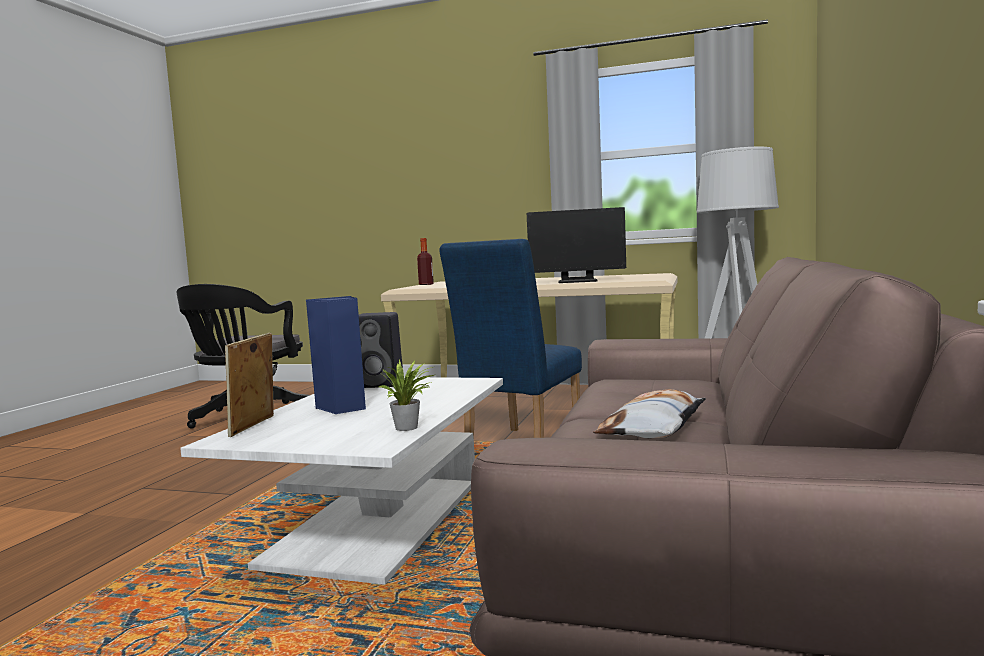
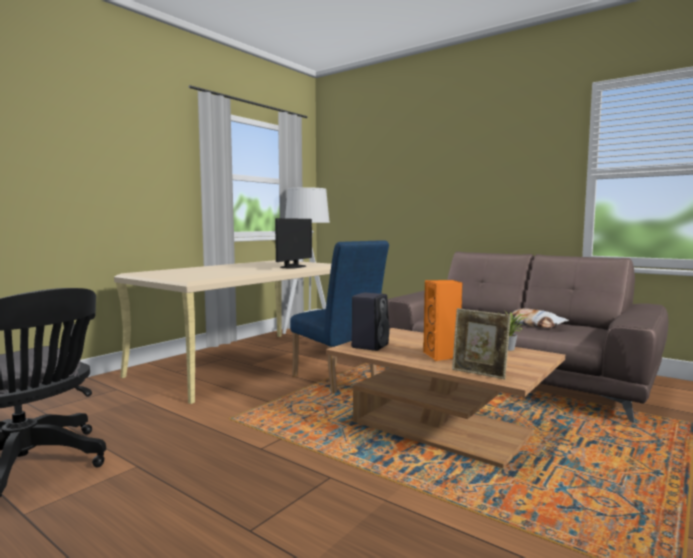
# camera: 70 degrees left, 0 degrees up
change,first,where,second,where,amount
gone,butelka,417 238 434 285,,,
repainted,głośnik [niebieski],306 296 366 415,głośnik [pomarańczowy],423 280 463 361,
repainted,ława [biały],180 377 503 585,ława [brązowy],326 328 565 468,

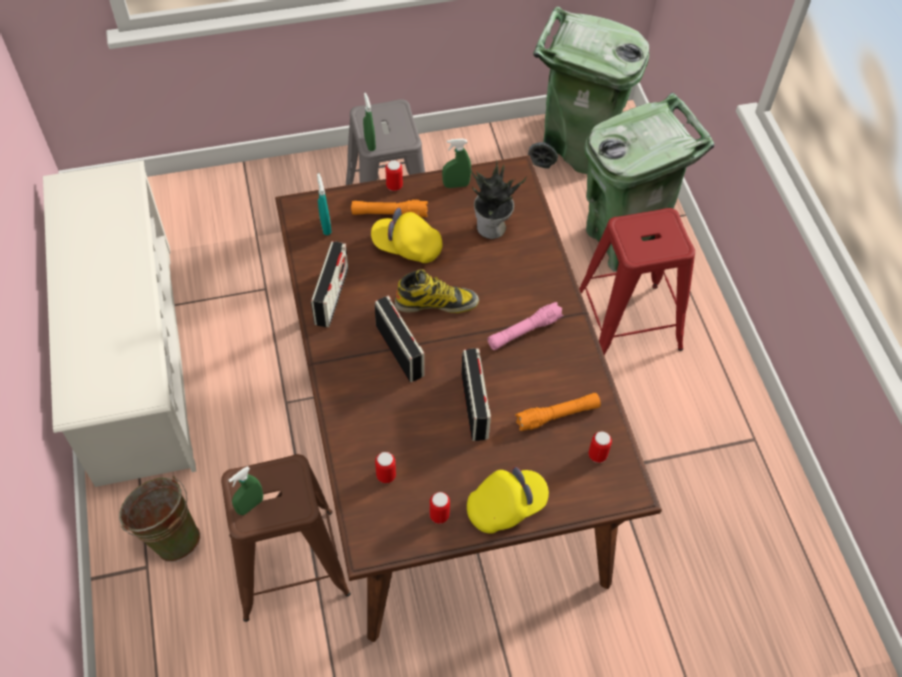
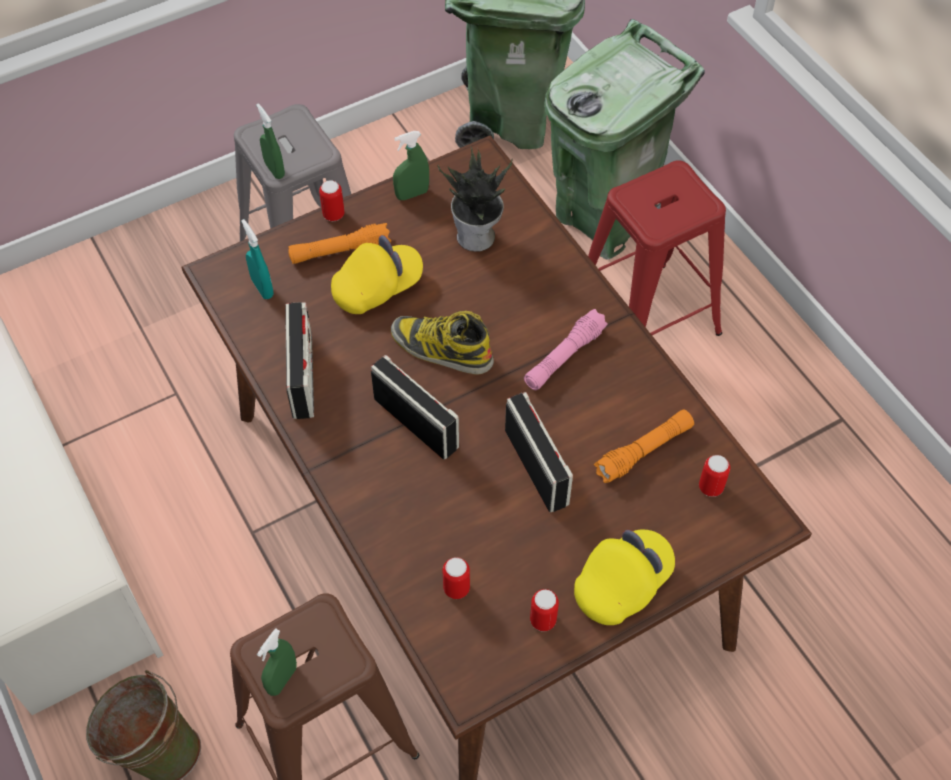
# camera: 15 degrees left, 0 degrees up
change,first,where,second,where,amount
rotated,czapka z daszkiem [żółty],371 208 442 263,,331 235 423 314,150 degrees clockwise
rotated,but z cholewką,395 269 479 313,,391 311 494 375,135 degrees counterclockwise

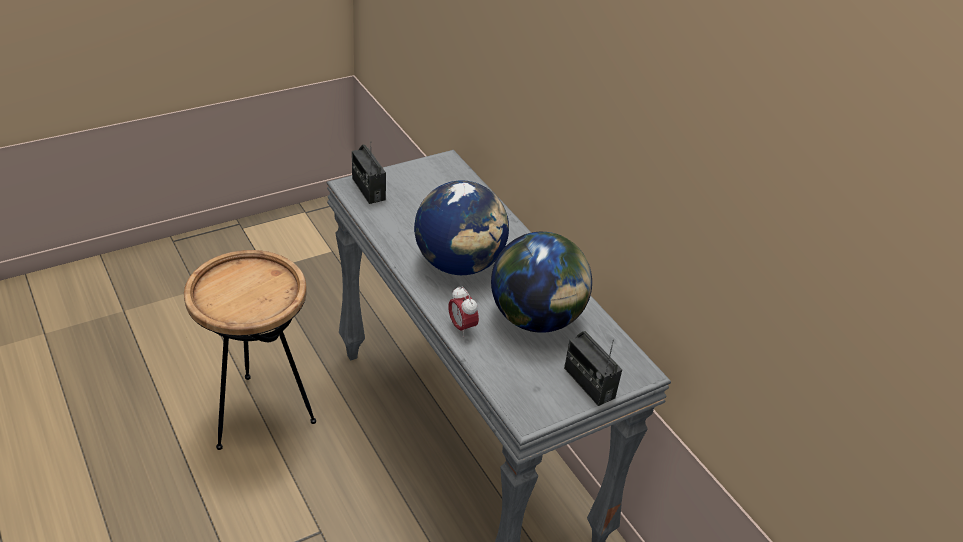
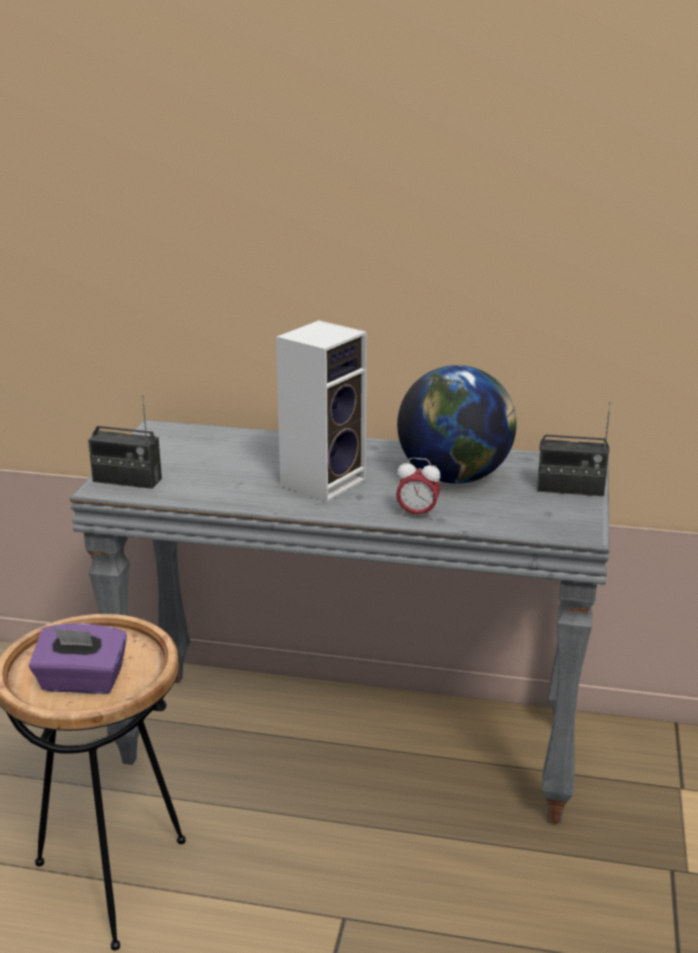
# camera: 45 degrees left, 15 degrees down
change,first,where,second,where,amount
swapped,globus,414 180 509 275,głośnik,276 320 367 502,
new,,,pudełko chusteczek [fioletowy],29 624 127 694,

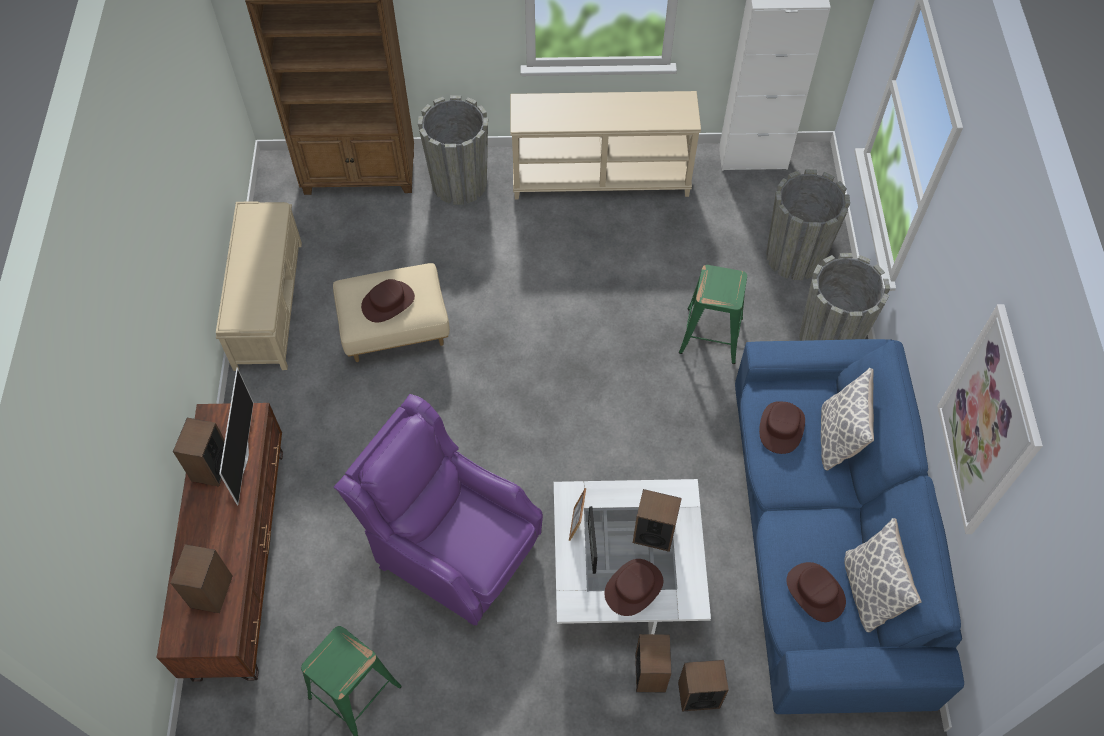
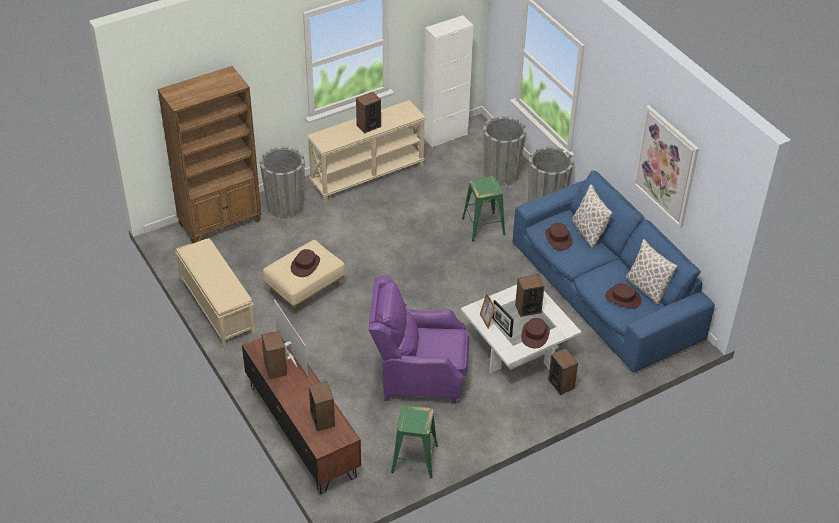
# camera: 30 degrees left, 15 degrees down
change,first,where,second,where,amount
shifted,głośnik,678 660 729 712,,356 92 381 133,

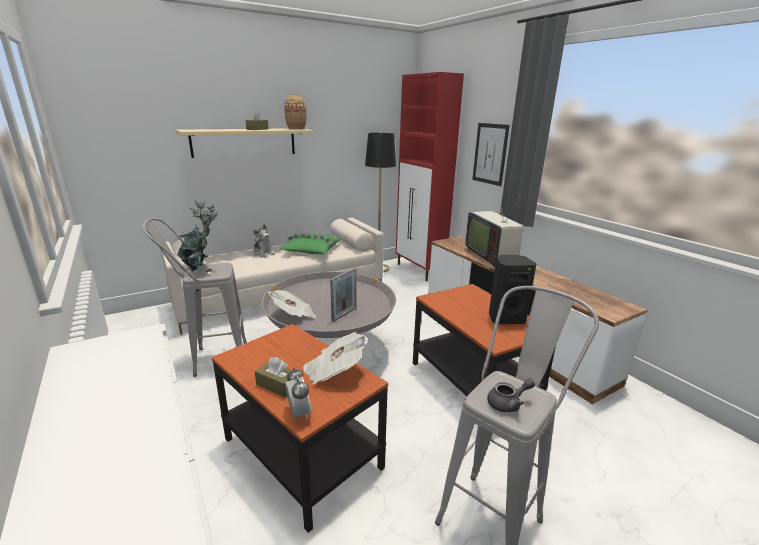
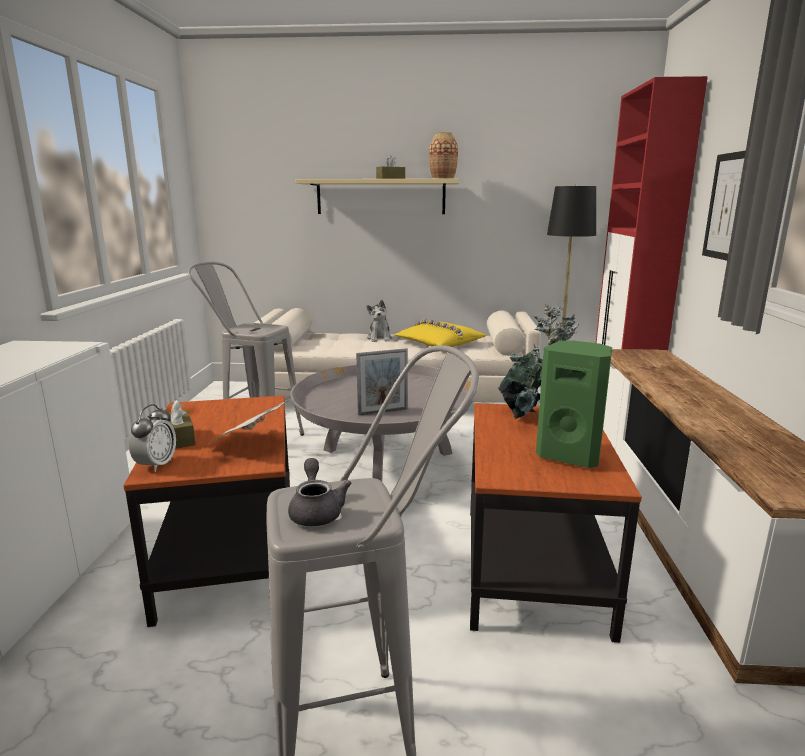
# camera: 35 degrees right, 5 degrees down
change,first,where,second,where,amount
gone,telewizor,465 189 524 268,,,
shifted,roślina doniczkowa,177 200 219 272,,498 304 579 419,
repainted,poduszka [zielony],279 233 342 254,poduszka [żółty],394 319 487 347,
repainted,głośnik [czarny],489 255 537 324,głośnik [zielony],536 341 612 468,
gone,gazeta,268 290 316 318,,,
rotated,imbryk [szary],487 378 535 413,,288 458 351 527,120 degrees counterclockwise

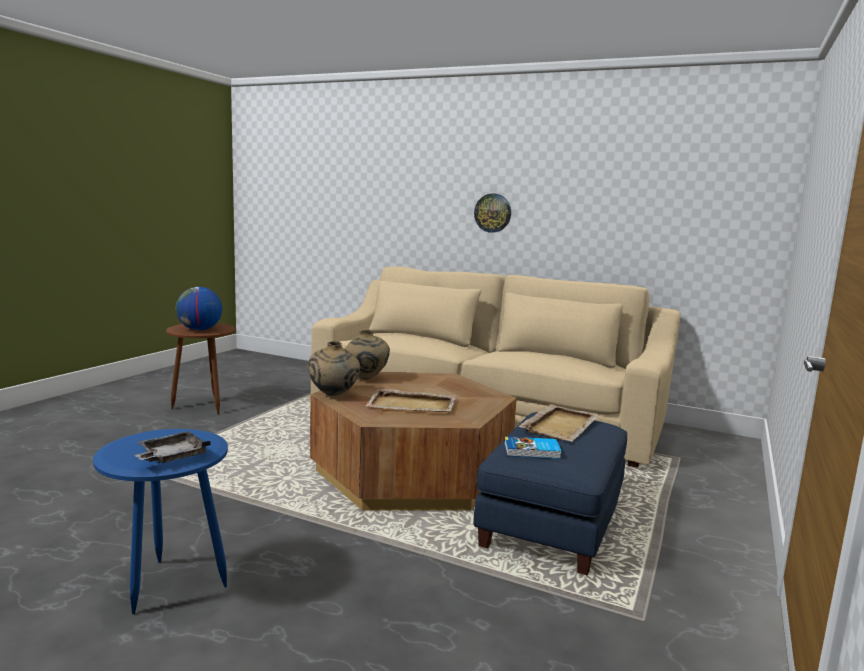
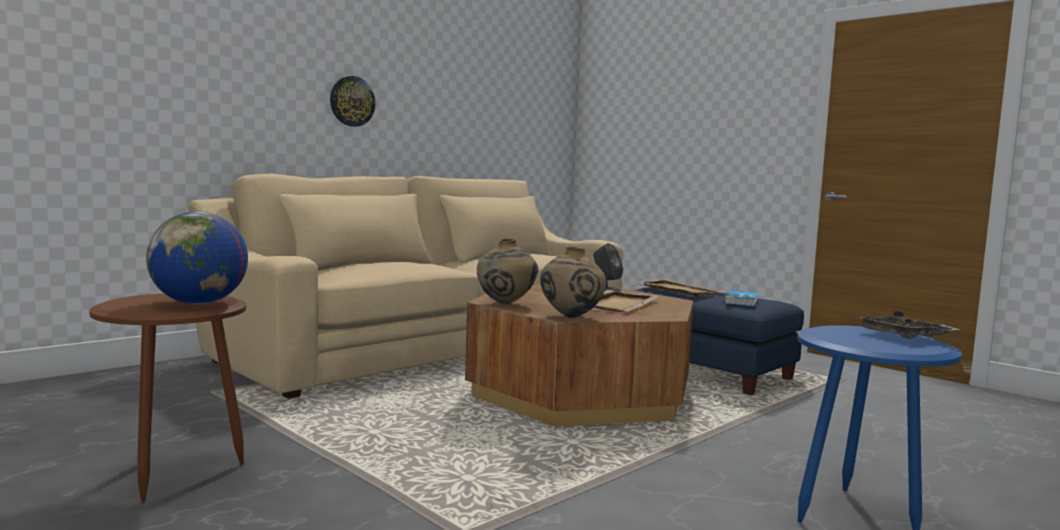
# camera: 70 degrees left, 5 degrees down
change,first,where,second,where,amount
new,,,głośnik [szary],593 243 623 292,

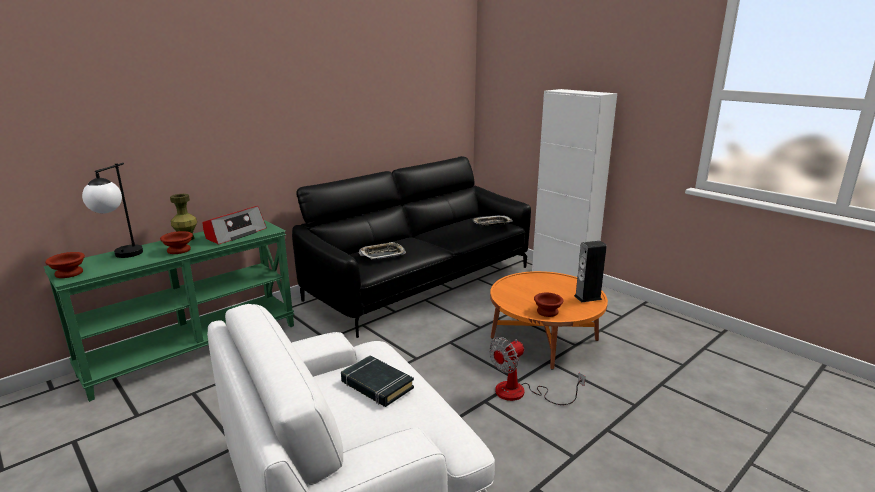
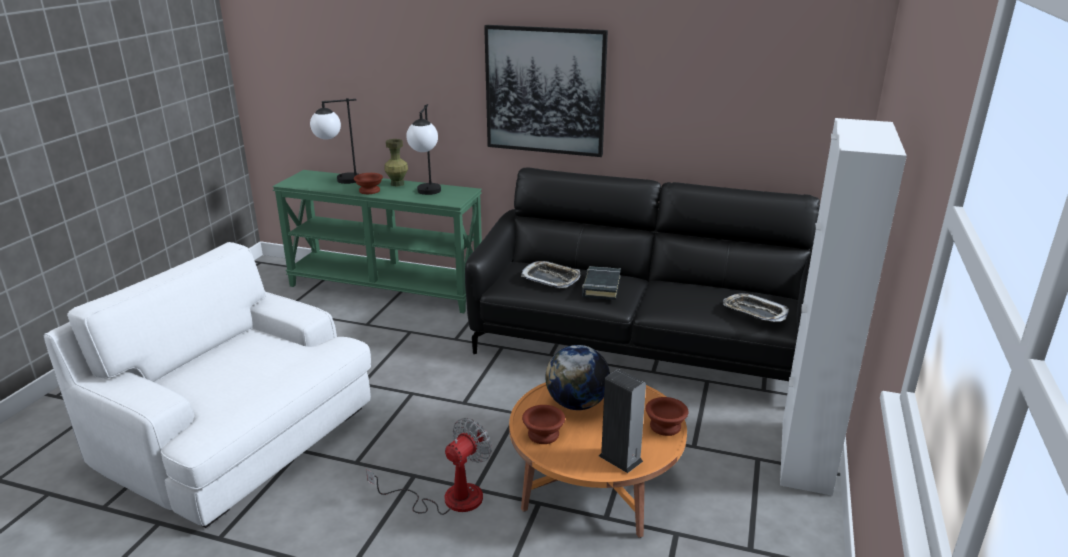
# camera: 60 degrees right, 5 degrees up
change,first,where,second,where,amount
swapped,radio,202 206 267 245,lampa stołowa,406 104 441 195,
shifted,miska [brązowy],45 252 85 278,,646 397 689 436,
rotated,wentylator,489 337 585 405,,366 418 492 515,105 degrees clockwise
shifted,książka [czarny],341 356 414 407,,582 266 621 300,
new,,,obraz,484 25 608 157,
new,,,globus,545 345 610 410,

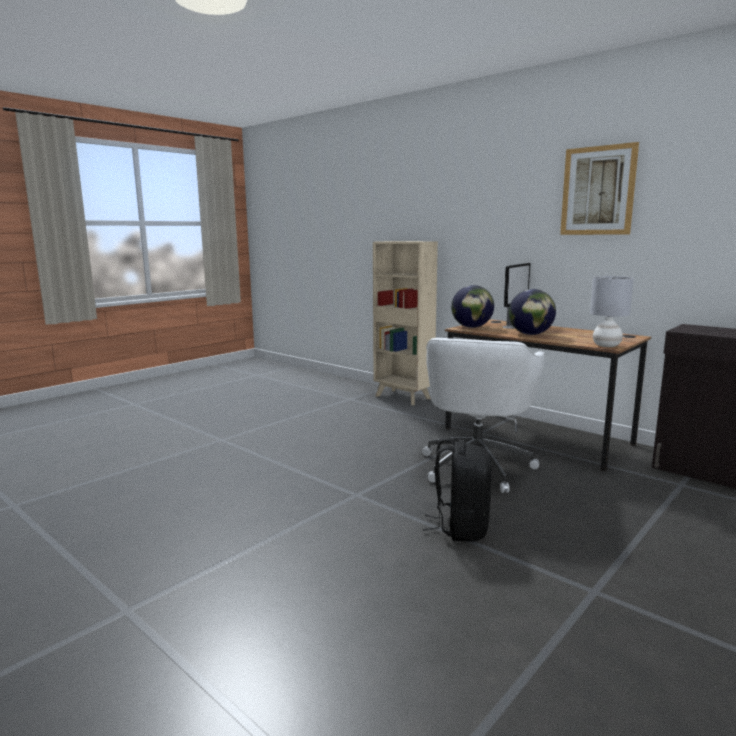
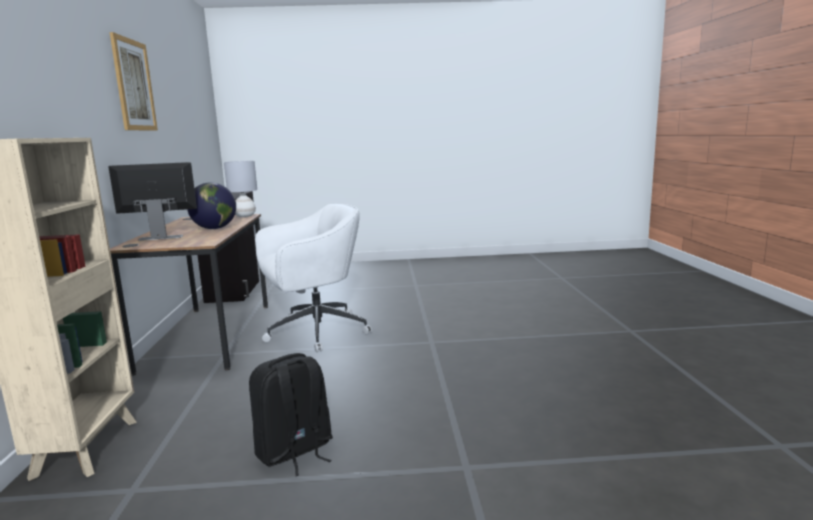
# camera: 135 degrees left, 0 degrees up
change,first,where,second,where,amount
gone,globus,451 285 494 328,,,
shifted,plecak [czarny],423 437 492 542,,249 353 333 476,

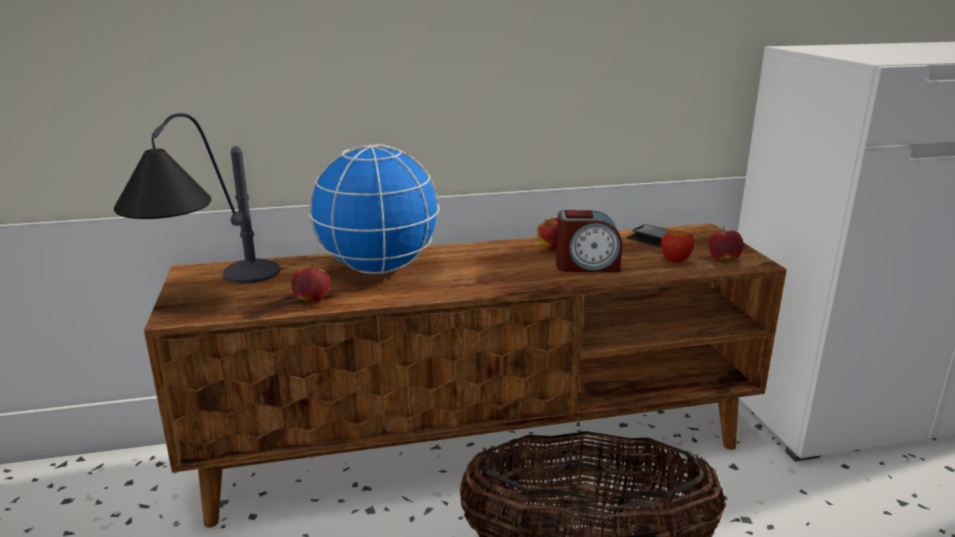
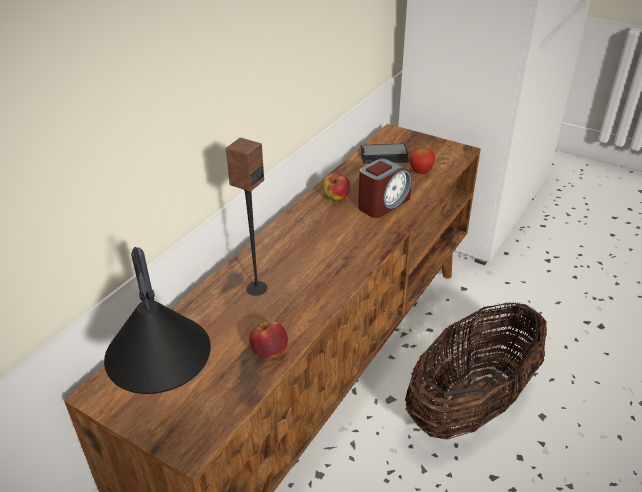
# camera: 45 degrees left, 15 degrees up
change,first,where,second,where,amount
swapped,globus,309 144 440 274,głośnik,225 138 267 296,
gone,jabłko,708 227 744 261,,,

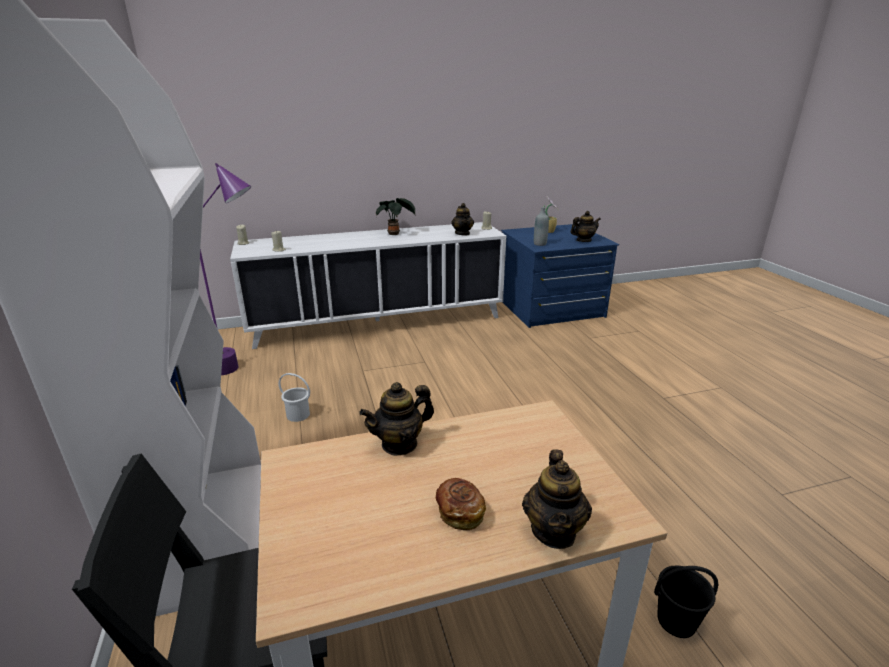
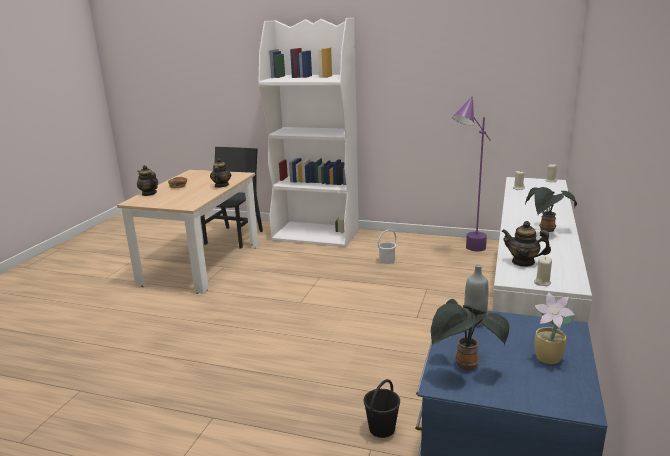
# camera: 125 degrees right, 5 degrees down
change,first,where,second,where,amount
swapped,imbryk,571 211 601 242,roślina doniczkowa,431 299 509 370,
shifted,wiadro [czarny],654 565 718 638,,363 379 400 438,

